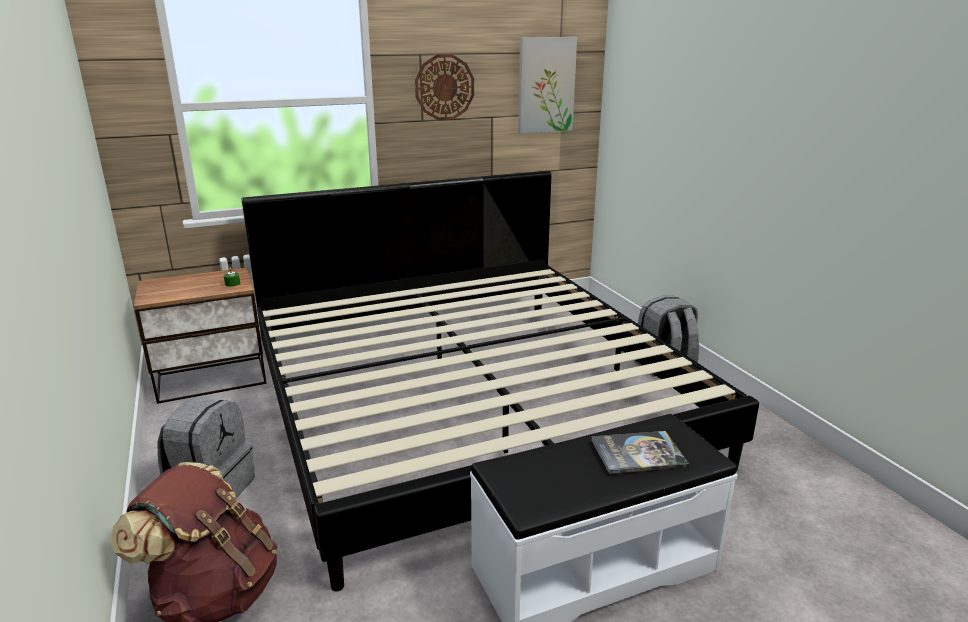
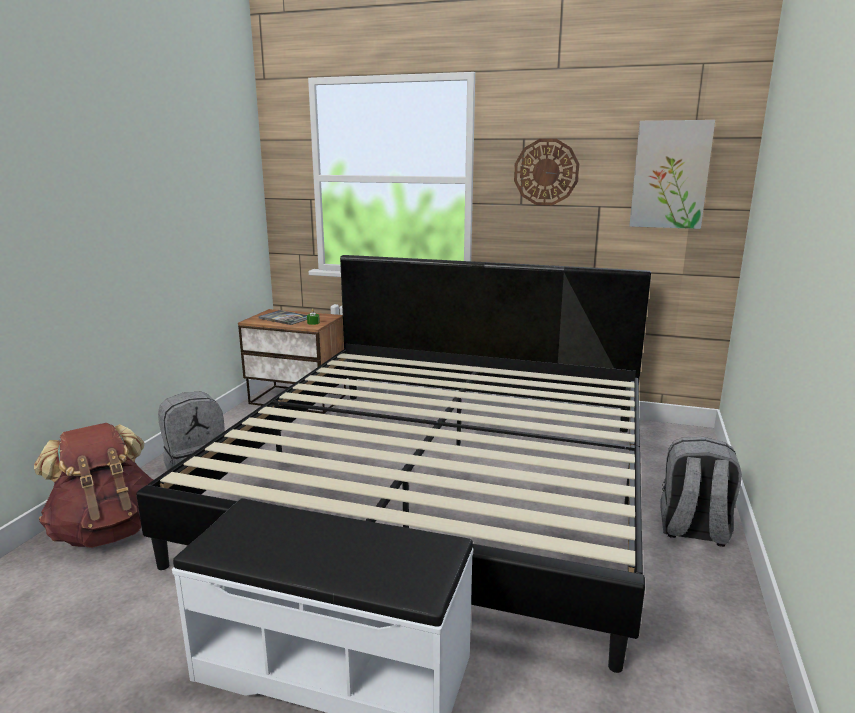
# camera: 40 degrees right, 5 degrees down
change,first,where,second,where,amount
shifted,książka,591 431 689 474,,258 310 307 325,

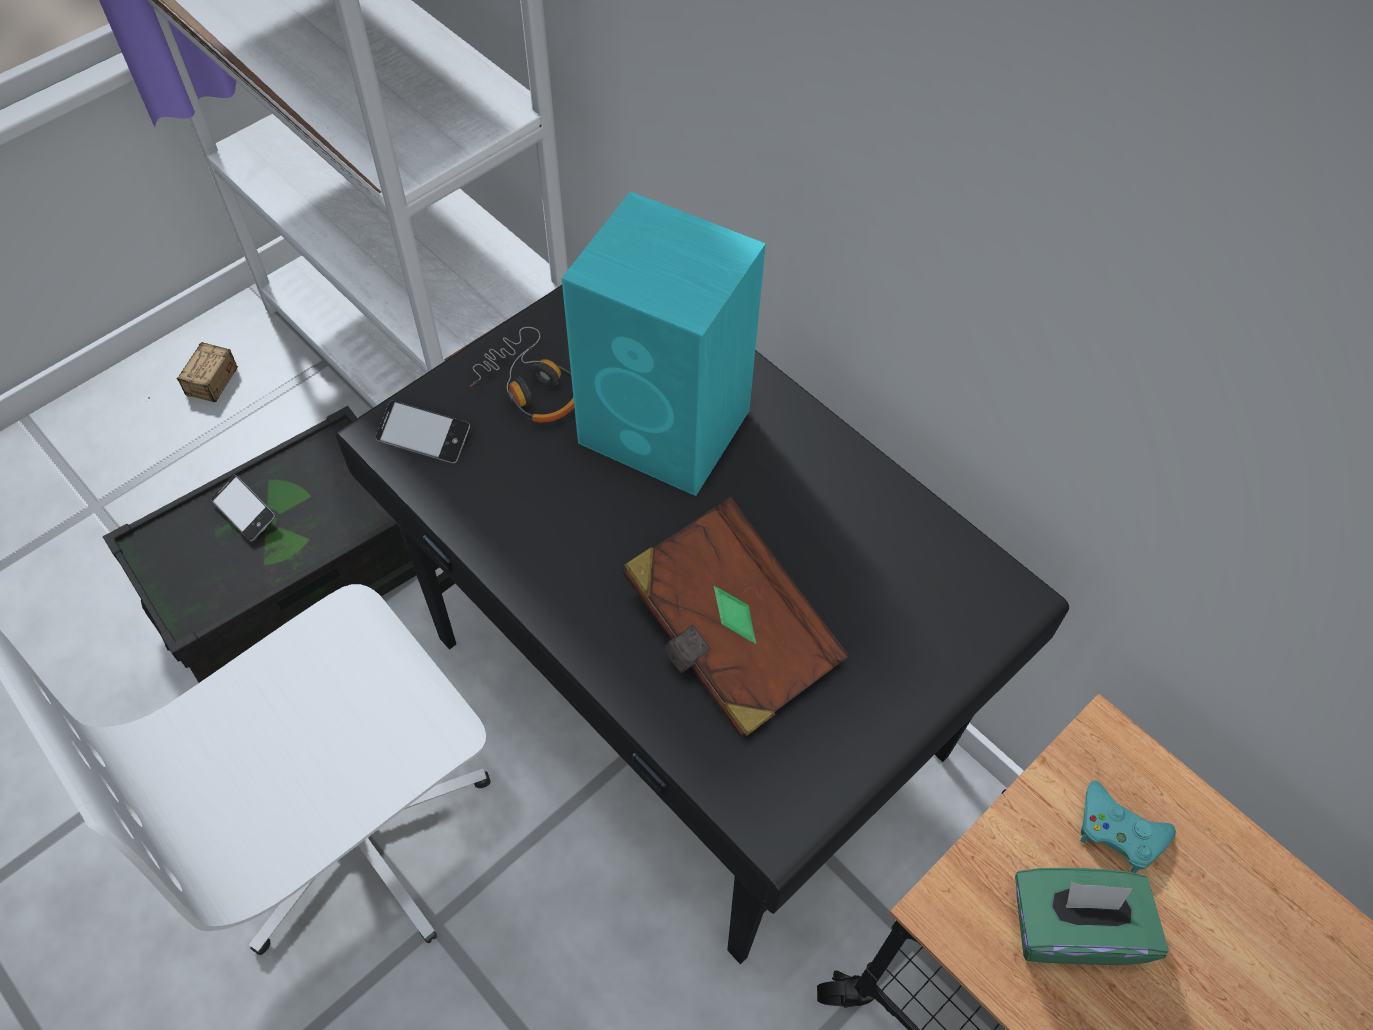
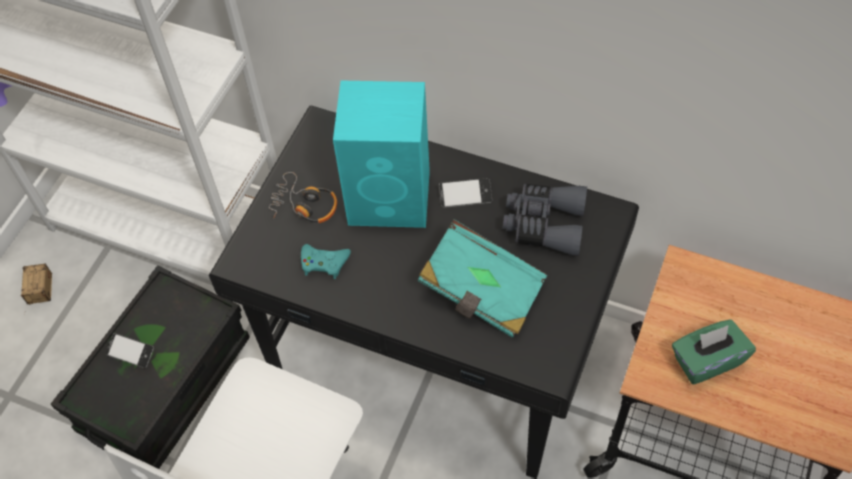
# camera: 20 degrees left, 0 degrees up
change,first,where,second,where,amount
shifted,telefon,376 401 470 464,,439 178 492 208,
repainted,książka [brązowy],623 497 849 737,książka [turkusowy],417 219 547 338,
shifted,pad do gier [turkusowy],1080 780 1176 873,,301 244 351 279,
new,,,lornetka [szary],503 184 587 256,

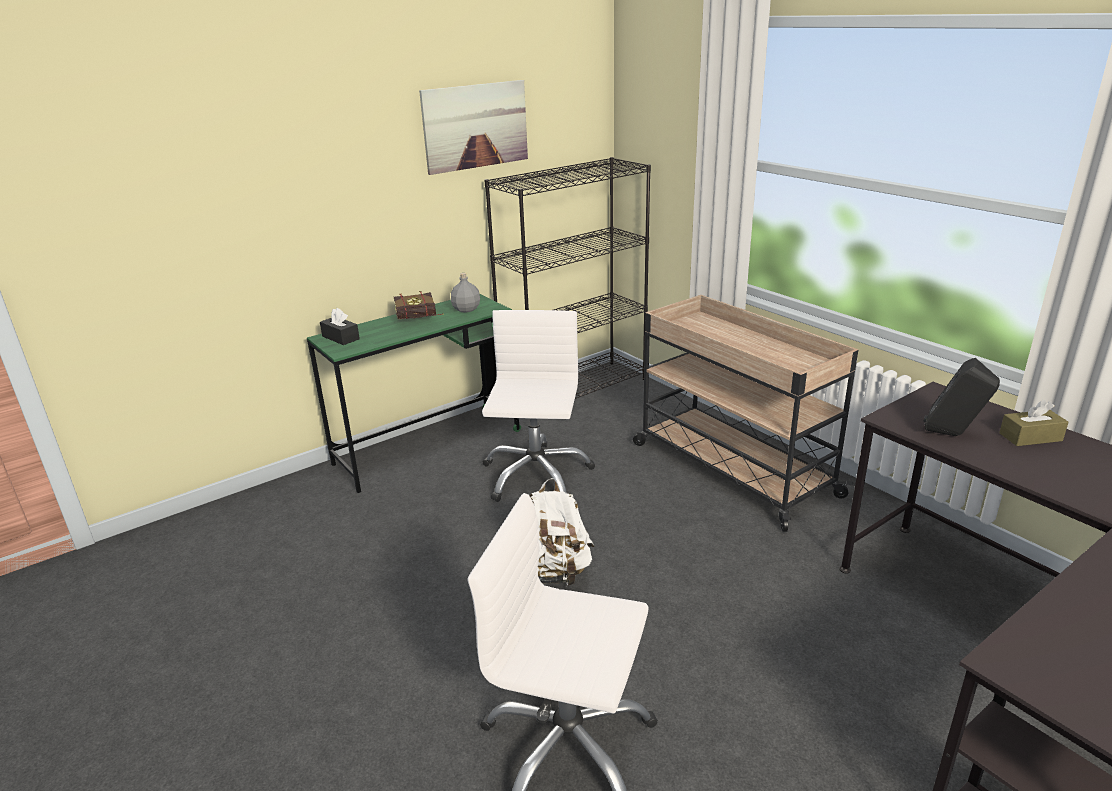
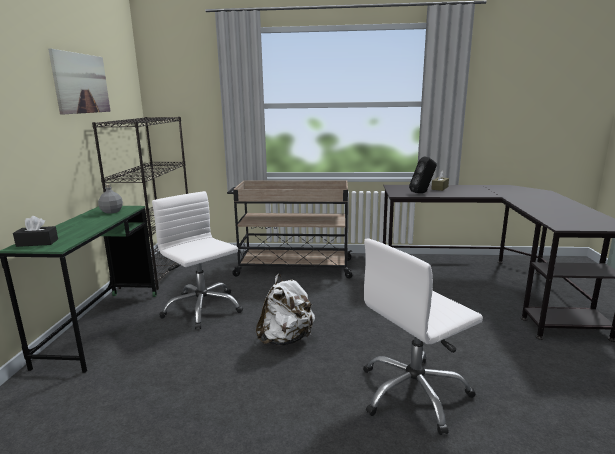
# camera: 50 degrees left, 10 degrees down
change,first,where,second,where,amount
gone,książka,394 291 444 319,,,

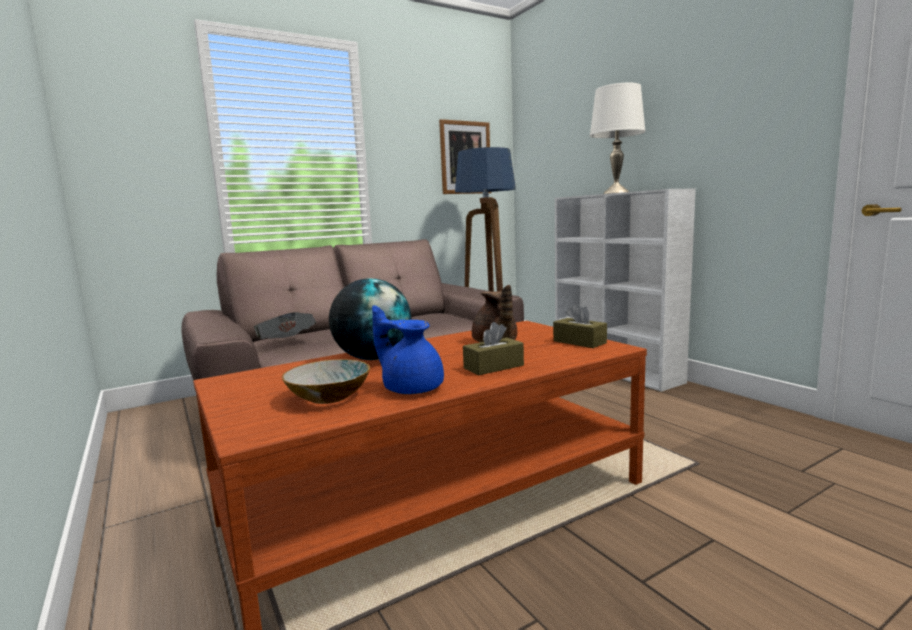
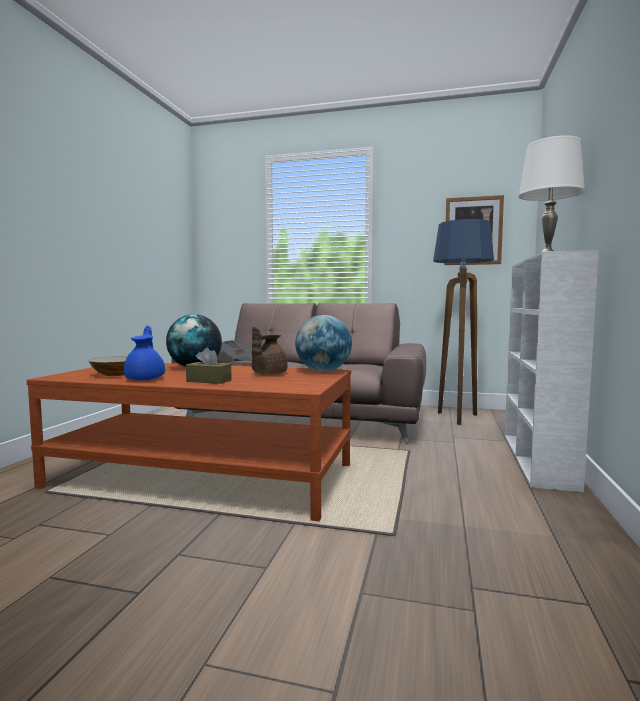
# camera: 45 degrees right, 5 degrees down
change,first,where,second,where,amount
gone,pudełko chusteczek [brązowy],553 303 607 348,,,
new,,,globus,295 315 352 372,

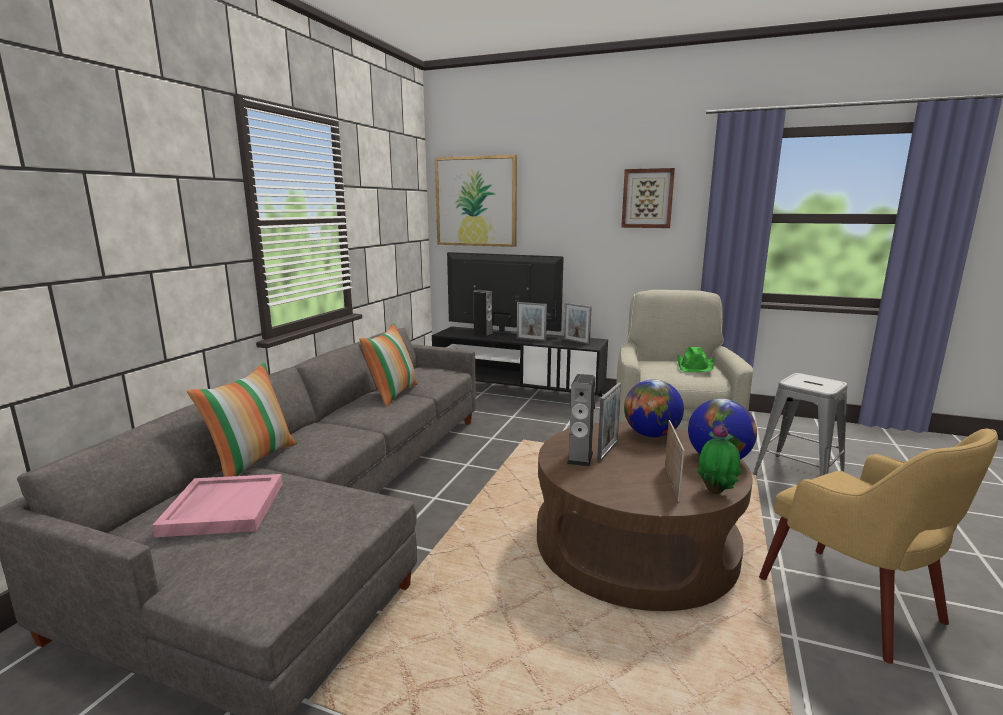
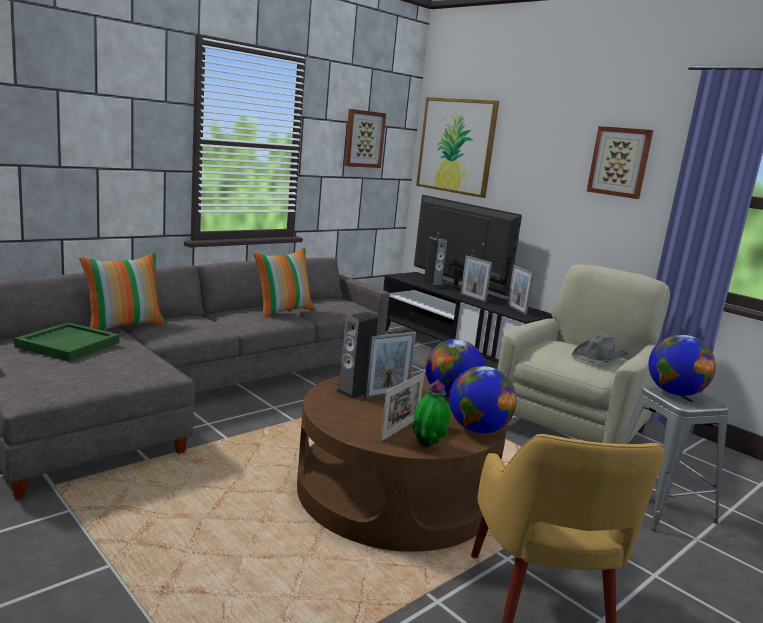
# camera: 25 degrees right, 0 degrees up
change,first,where,second,where,amount
repainted,kapelusz [zielony],678 347 714 372,kapelusz [szary],571 334 627 363,
repainted,taca [różowy],152 474 283 537,taca [zielony],14 322 119 362,
new,,,obraz,344 109 386 168,
new,,,globus,648 335 716 396,

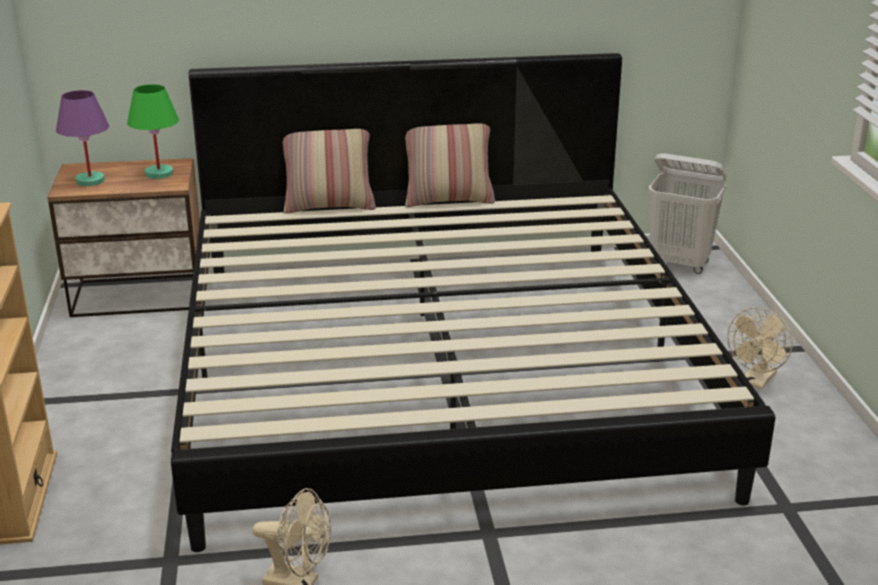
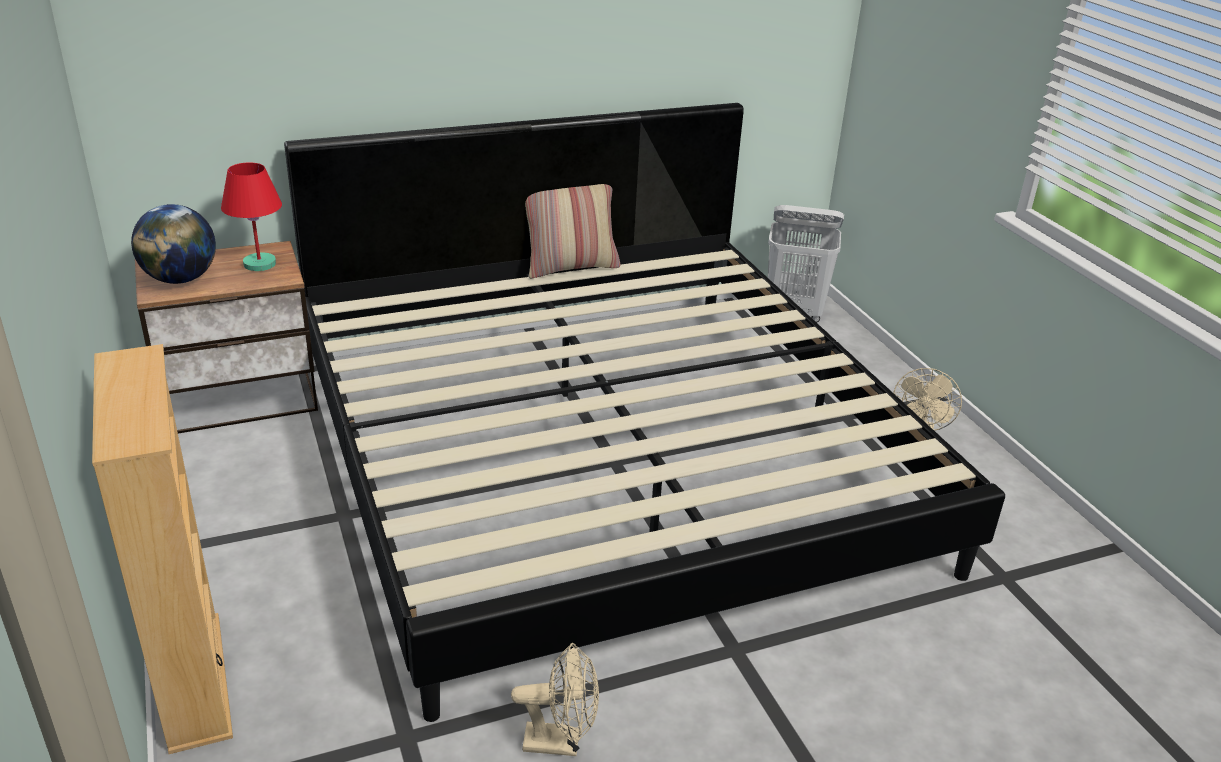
# camera: 15 degrees left, 5 degrees up
change,first,where,second,where,amount
repainted,lampa stołowa [zielony],127 84 179 179,lampa stołowa [czerwony],221 162 282 271,
swapped,lampa stołowa [fioletowy],56 90 109 186,globus,131 204 216 284,
gone,poduszka,283 129 376 214,,,

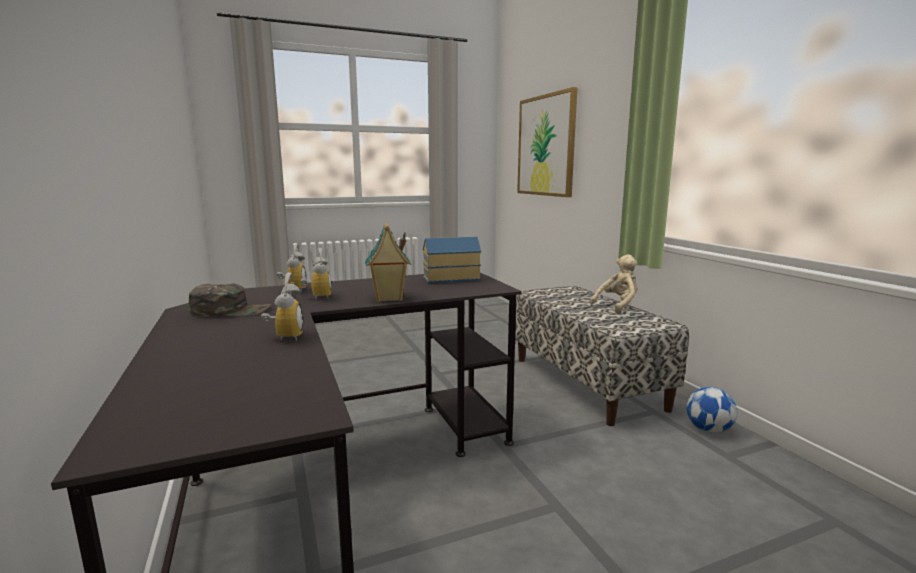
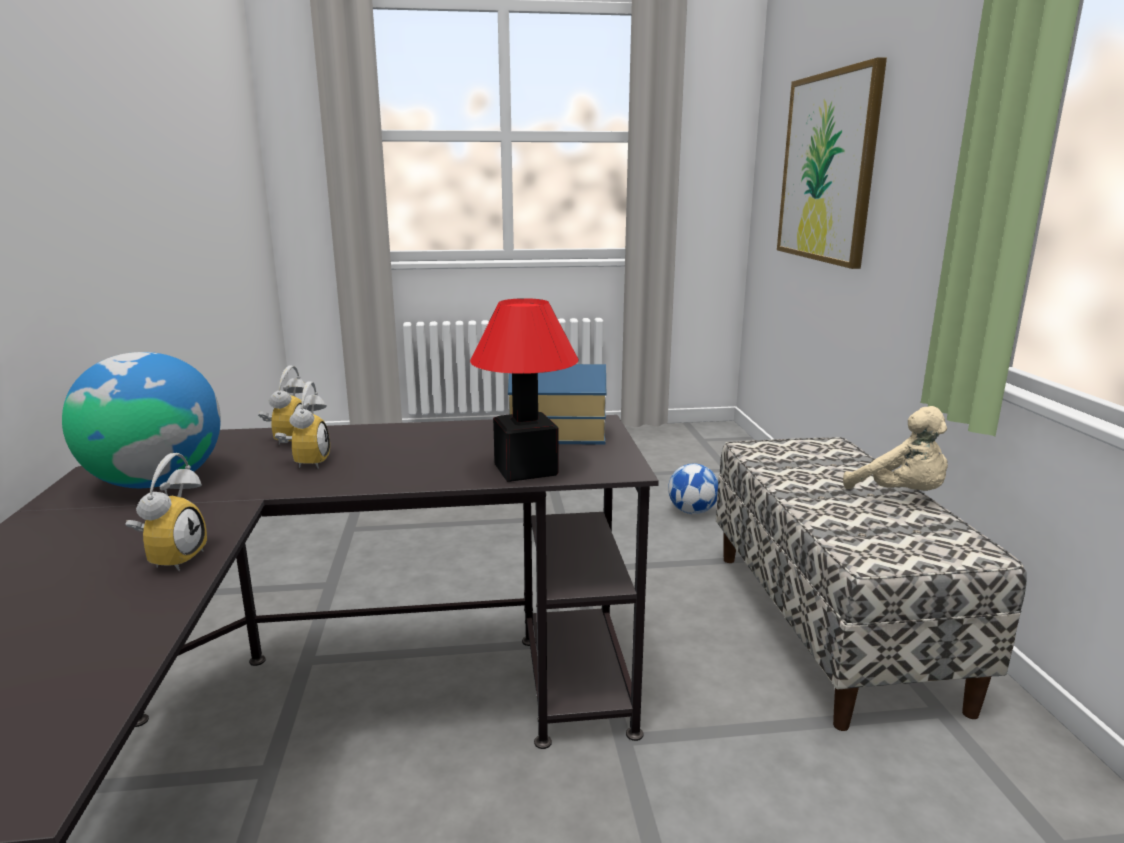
# camera: 15 degrees right, 5 degrees up
change,first,where,second,where,amount
gone,domek,365 223 411 302,,,
rotated,pluszak [beżowy],590 254 638 313,,843 406 948 491,75 degrees clockwise
swapped,czapka z daszkiem [zielony],189 283 271 316,globus,62 352 221 488,
shifted,piłka futbolowa,686 387 737 433,,668 463 718 514,
new,,,lampa stołowa,470 298 579 482,

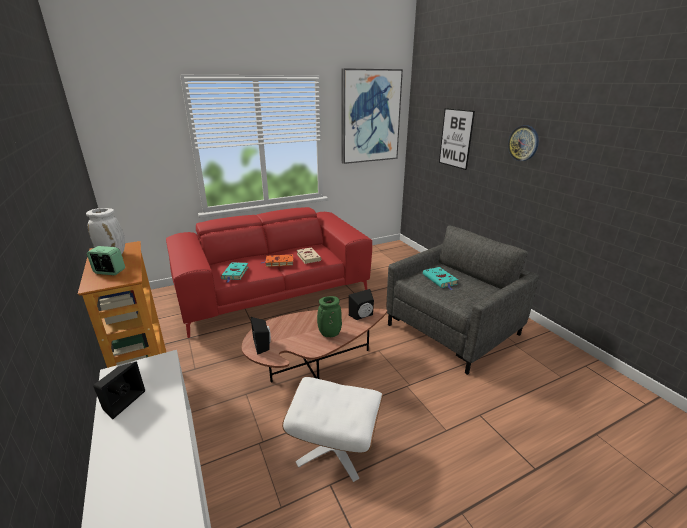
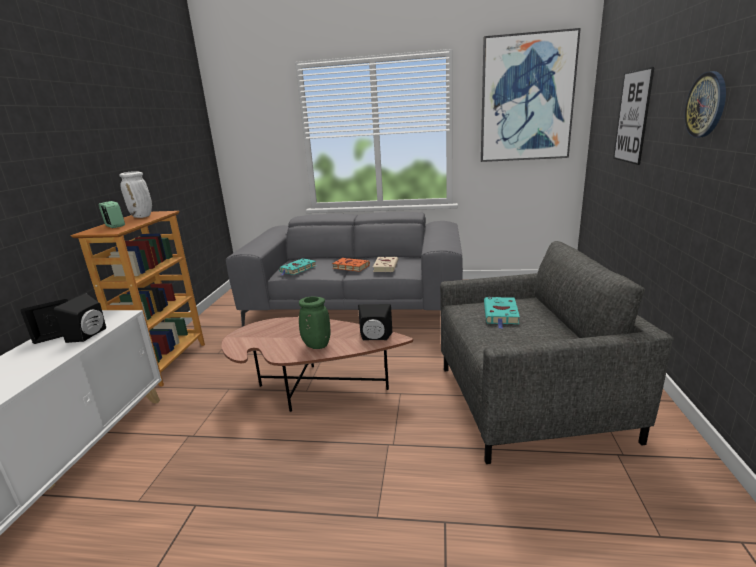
# camera: 35 degrees right, 5 degrees down
change,first,where,second,where,amount
repainted,kanapa [czerwony],166 207 372 338,kanapa [szary],226 212 463 327,
shifted,głośnik [czarny],251 317 271 355,,54 293 106 343,
gone,pufa [biały],282 377 383 482,,,

